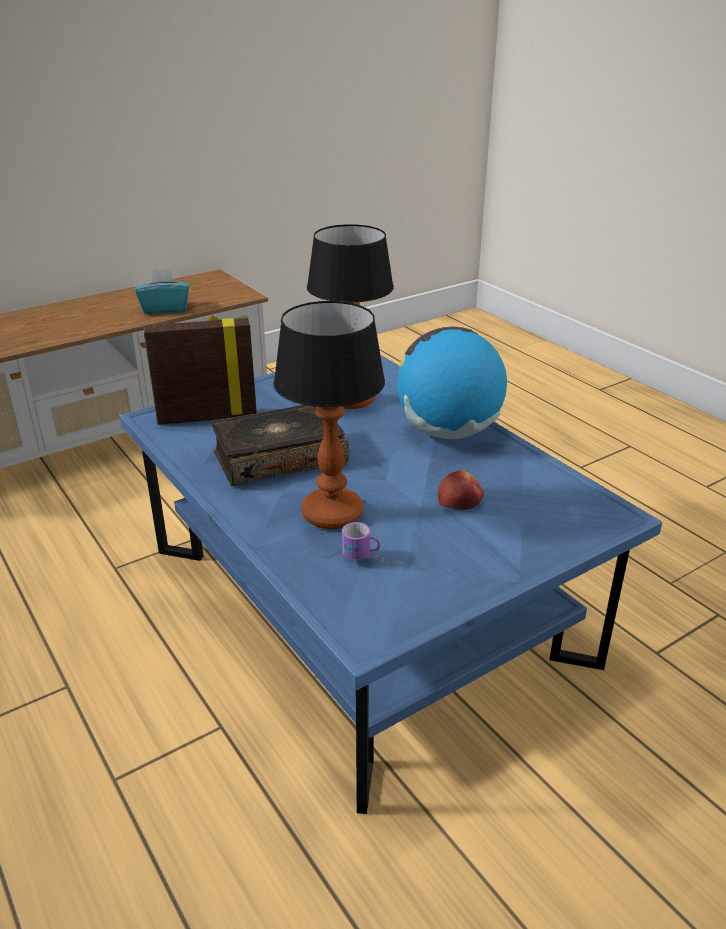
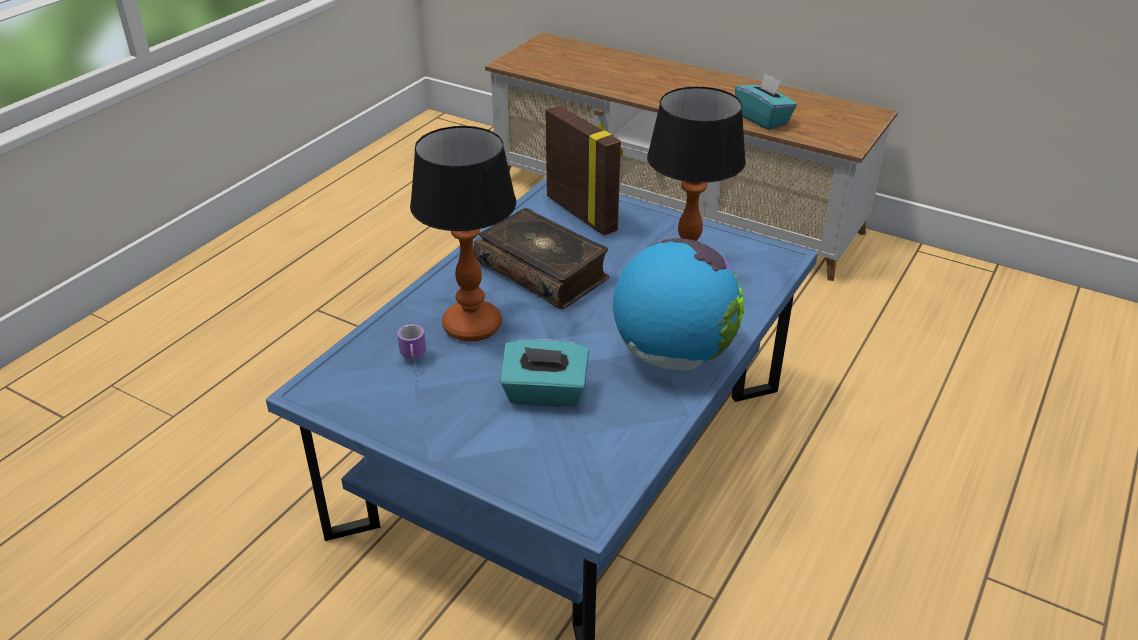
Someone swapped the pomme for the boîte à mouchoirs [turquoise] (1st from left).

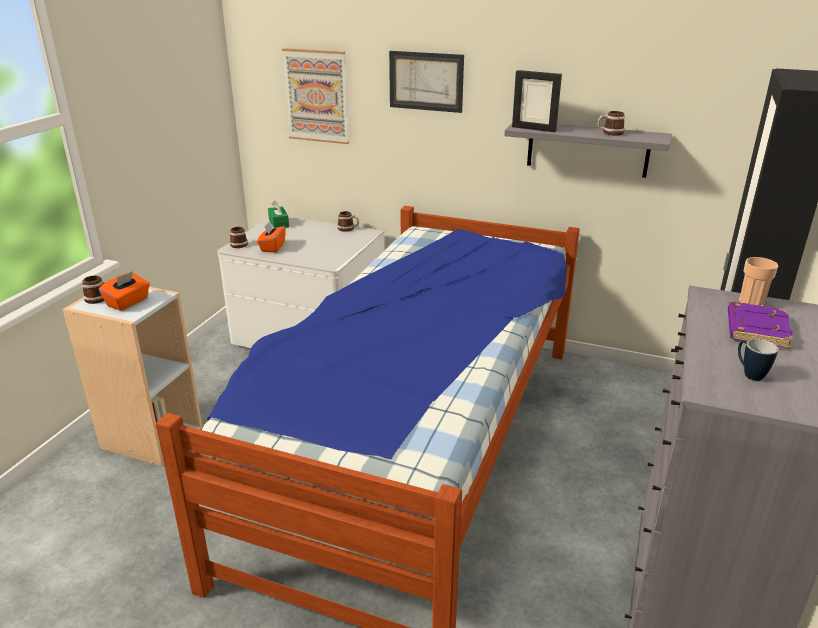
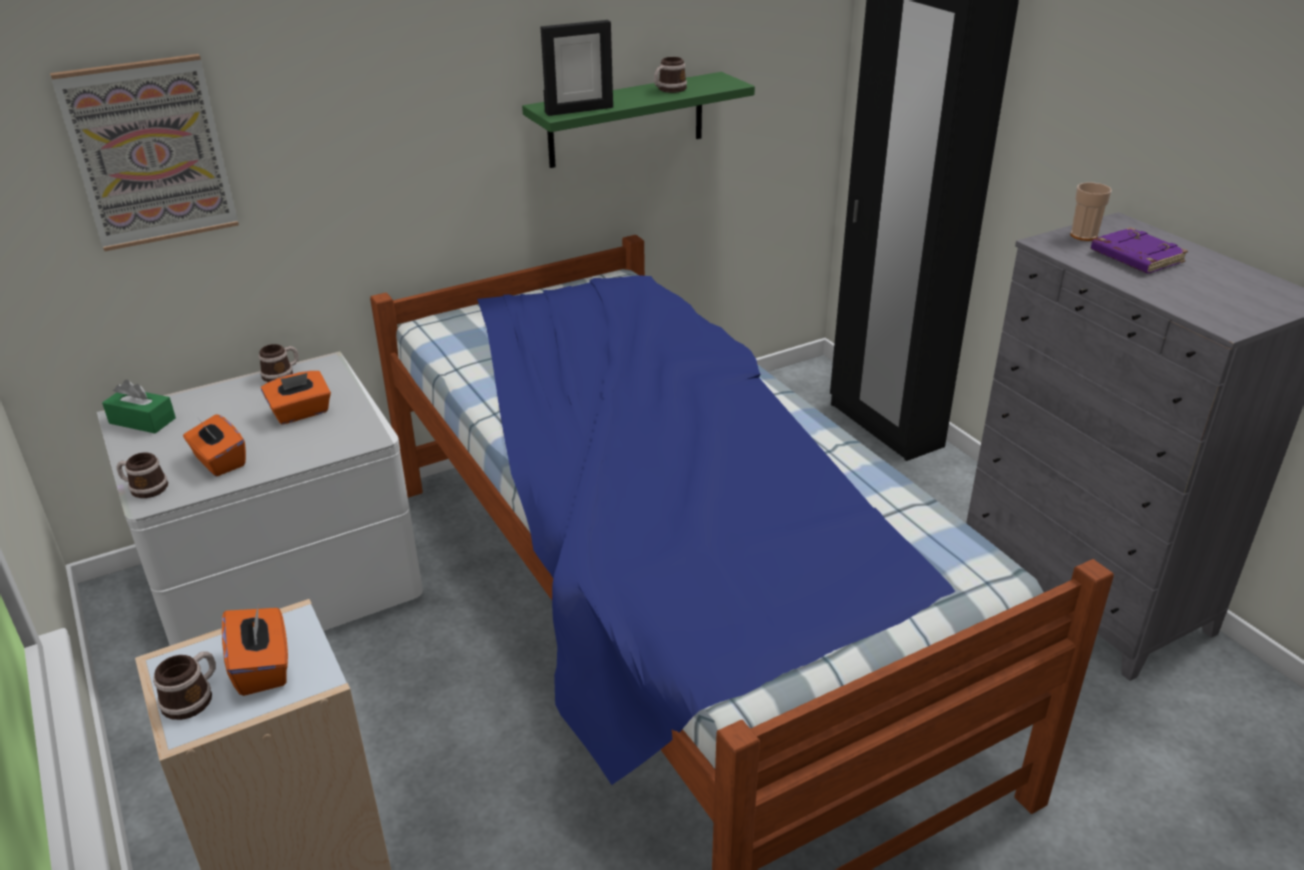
Someone took away the tableau (2nd from left).
Someone took away the mug (5th from left).
Someone put down the boîte à mouchoirs [orange] (3rd from left).
Someone repainted the étagère [gris], which became the étagère [vert].

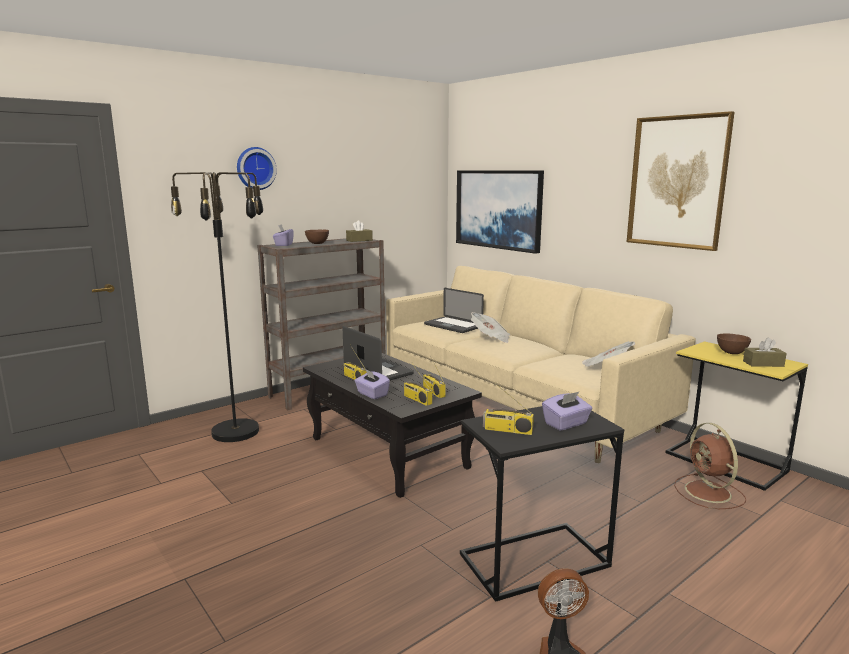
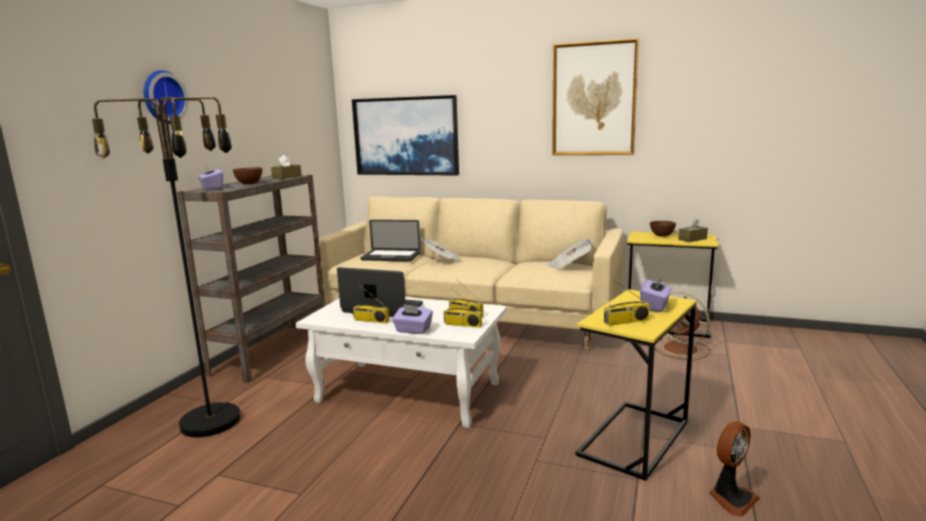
Someone repainted the table basse [noir], which became the table basse [blanc].
Someone repainted the table d'appoint [noir], which became the table d'appoint [jaune] (1st from left).

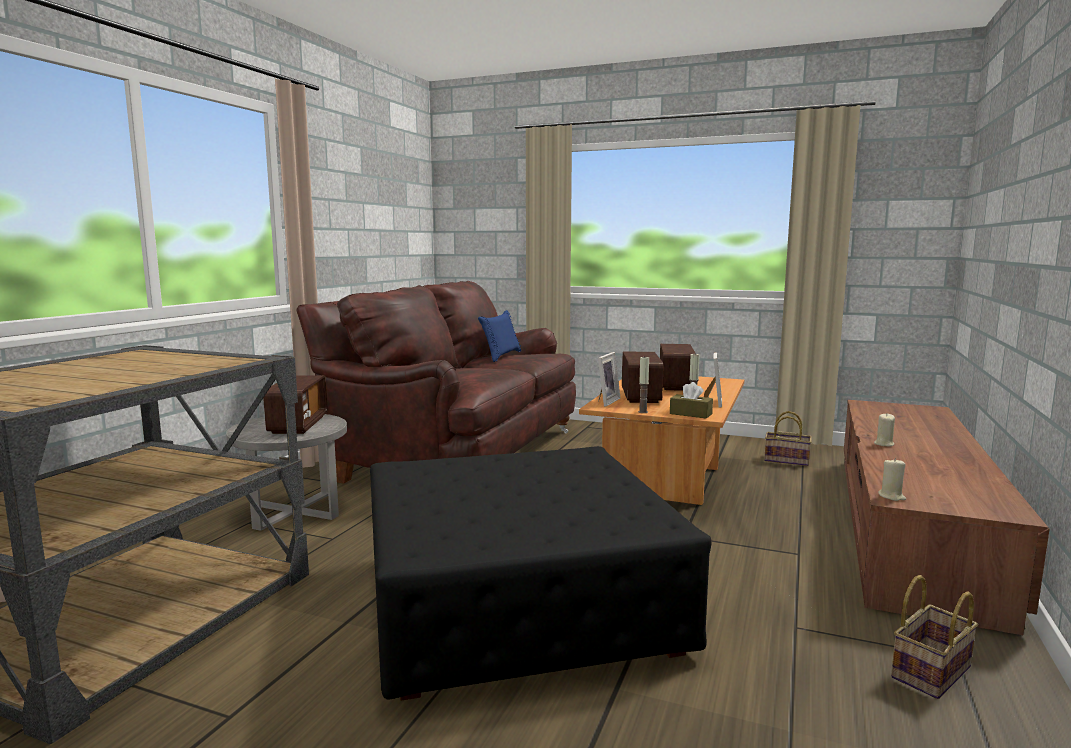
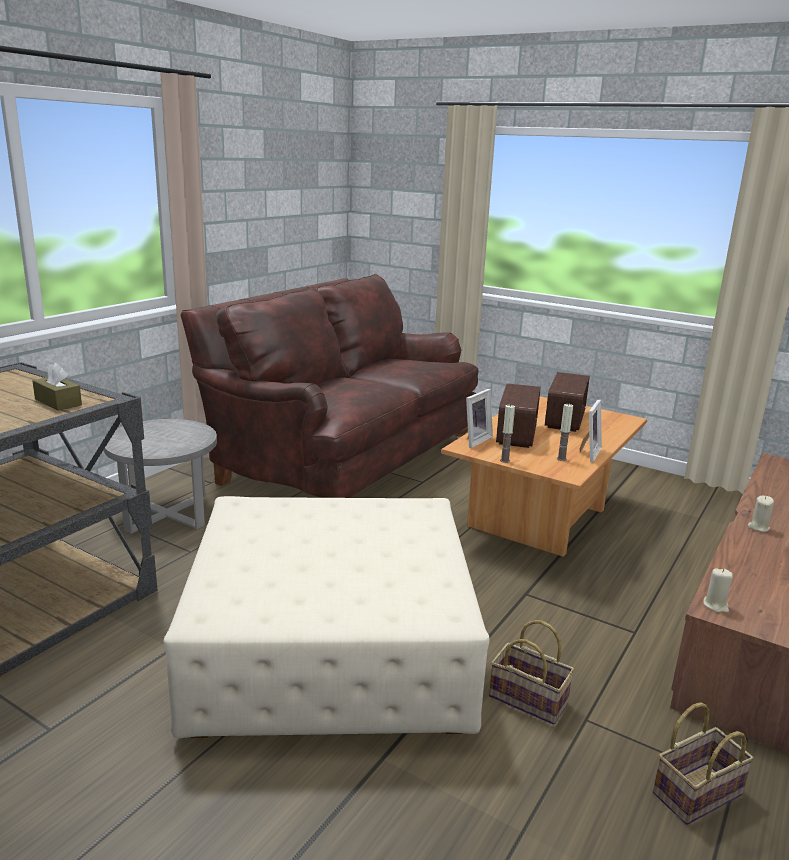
Someone took away the radio (1st from left).
Someone took away the coussin [bleu].
Someone carried the boîte à mouchoirs [marron].
Someone carried the panier (1st from left).
Someone repainted the pouf [noir], which became the pouf [beige].

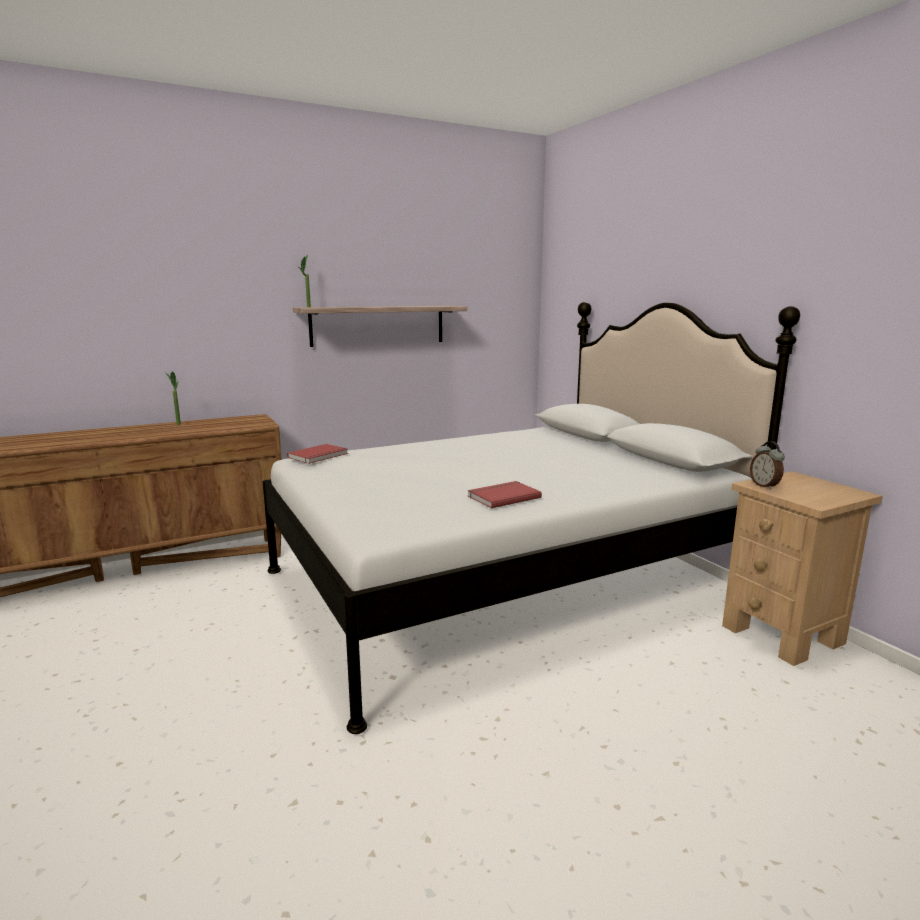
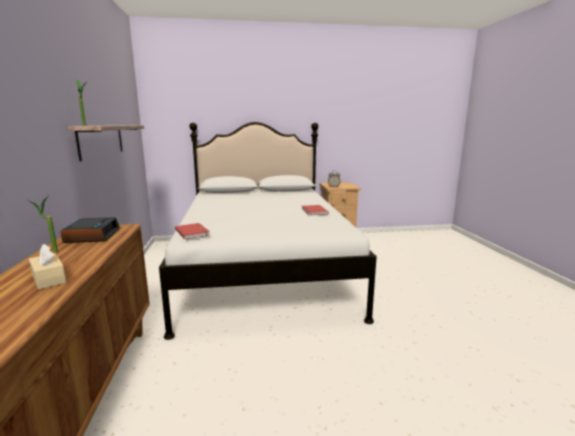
Someone put down the boîte à mouchoirs [beige].
Someone put down the réveil (1st from left).

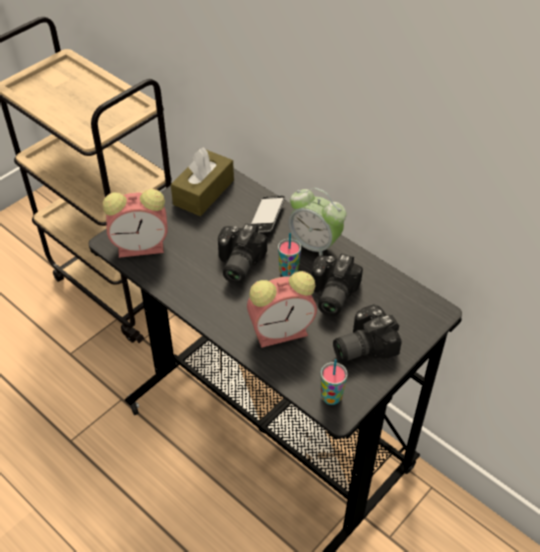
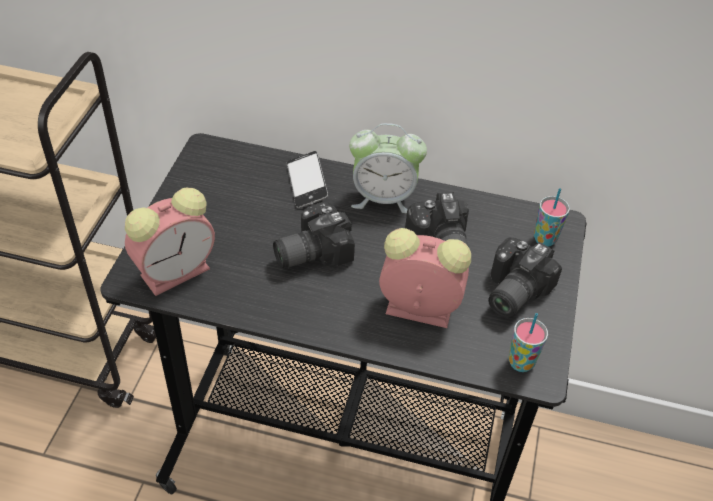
Someone took away the boîte à mouchoirs [marron].
Someone carried the tasse (1st from left in the first image).
Someone rotated the appareil photo (1st from left) by 75 degrees clockwise.
Someone rotated the réveil (2nd from left in the first image) by 120 degrees counterclockwise.

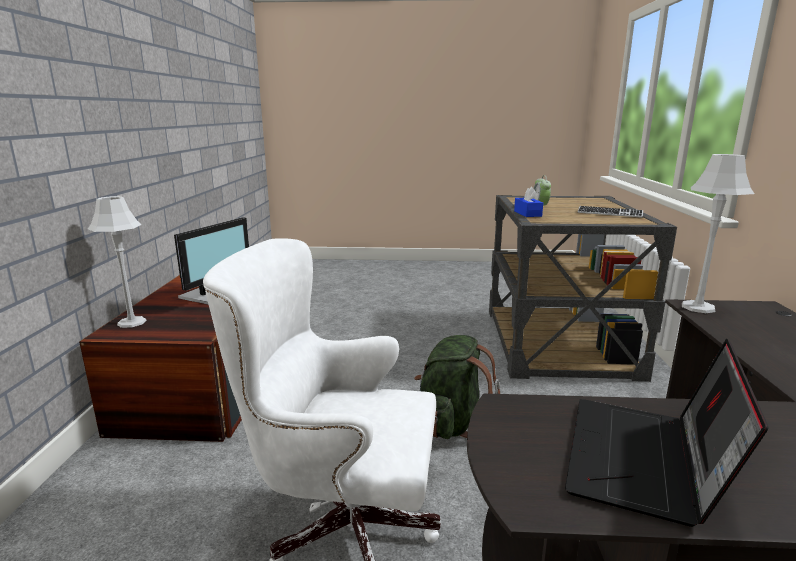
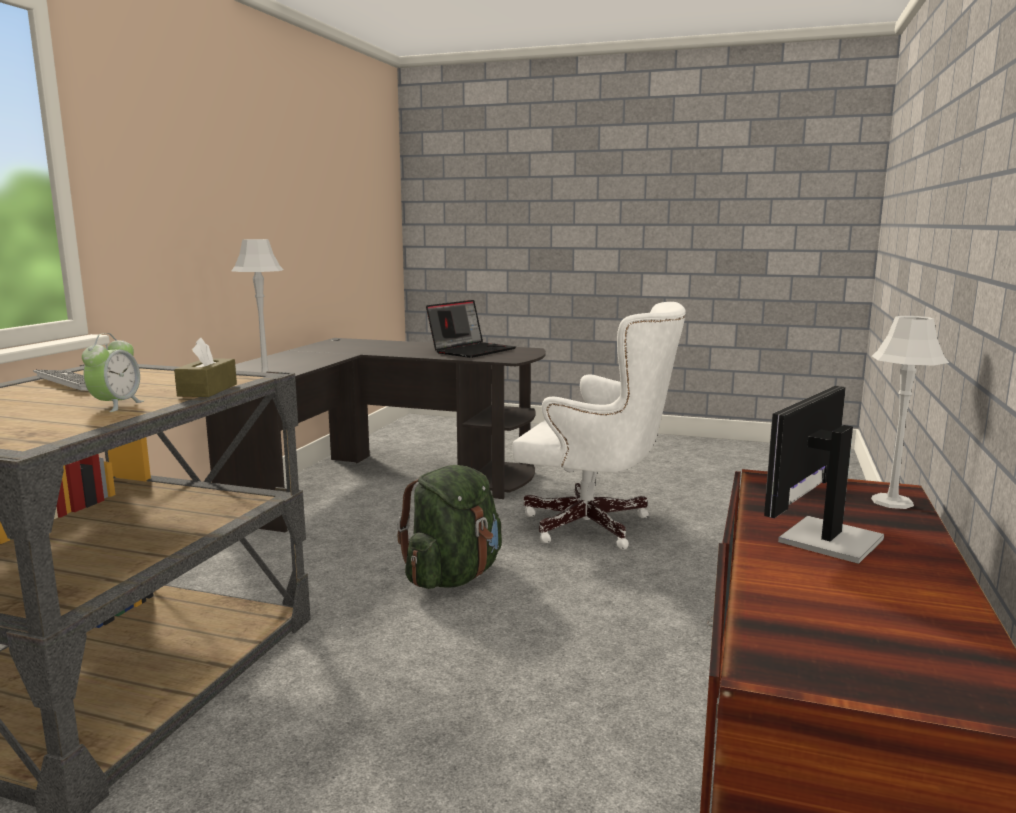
Someone repainted the boîte à mouchoirs [bleu], which became the boîte à mouchoirs [marron].

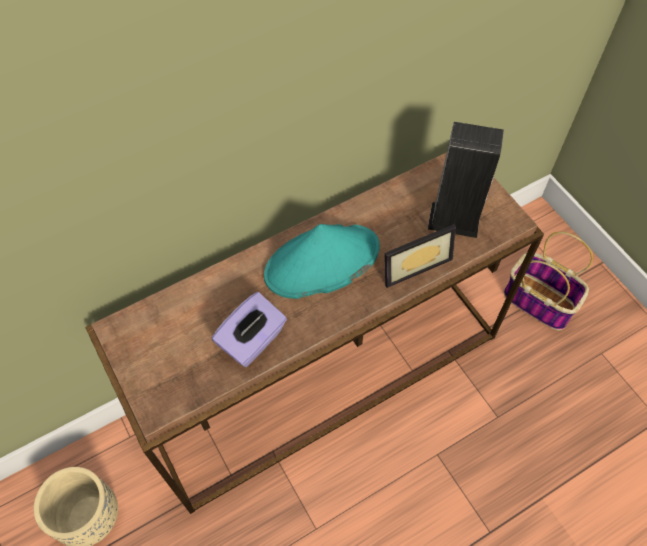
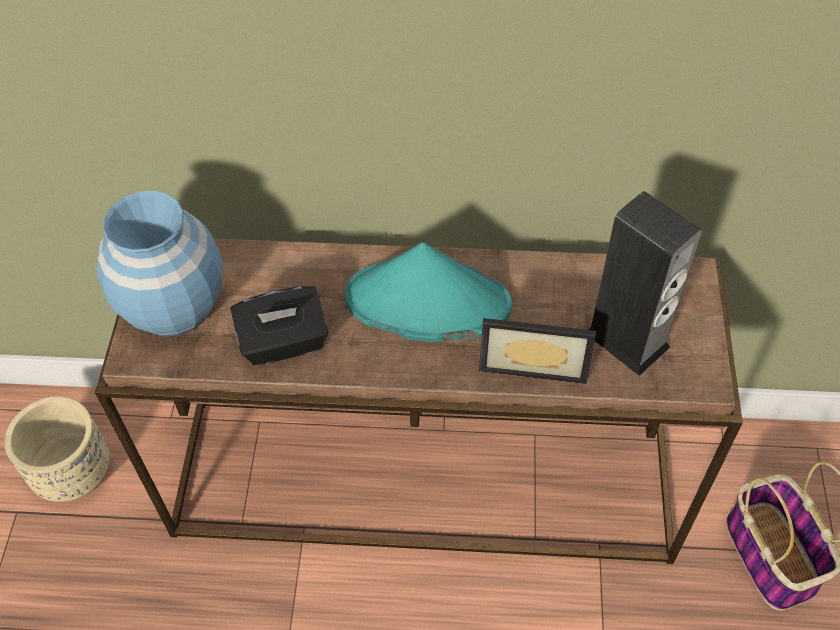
Someone put down the vase [bleu].
Someone repainted the boîte à mouchoirs [violet], which became the boîte à mouchoirs [noir].

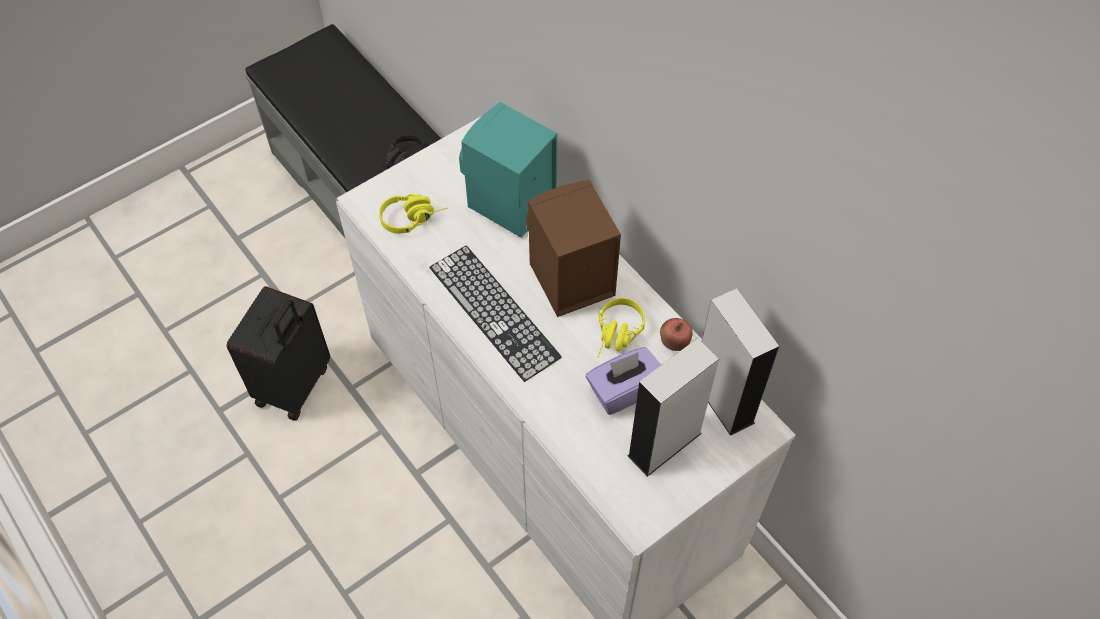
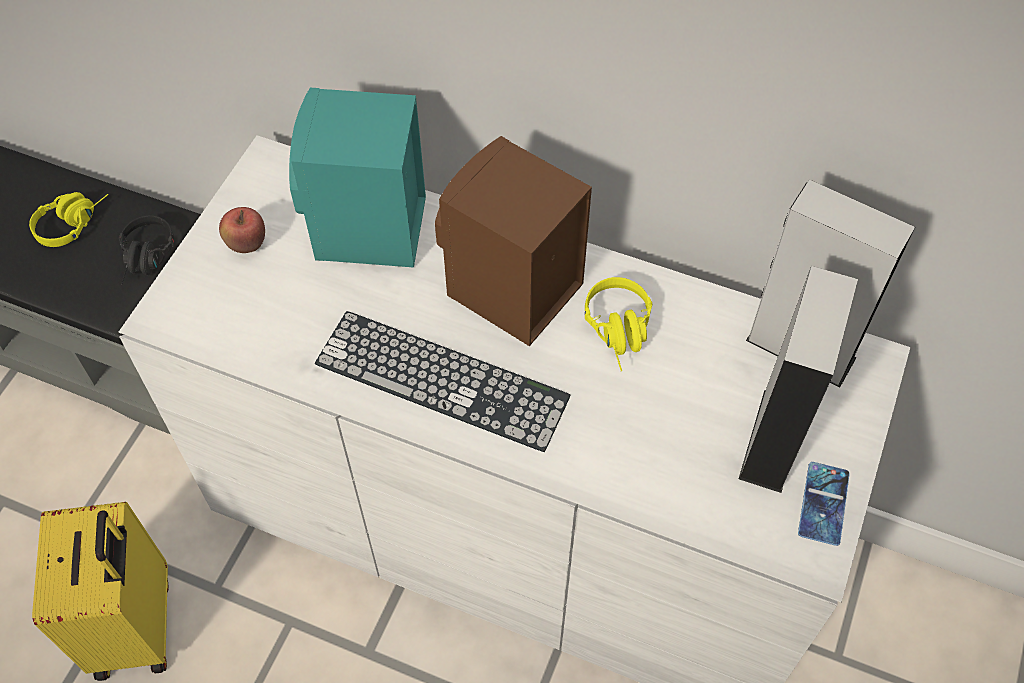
Someone took away the boîte à mouchoirs [violet].
Someone put down the téléphone.
Someone carried the casque audio [jaune] (1st from left).
Someone carried the pomme.
Someone repainted the valise [noir], which became the valise [jaune].

